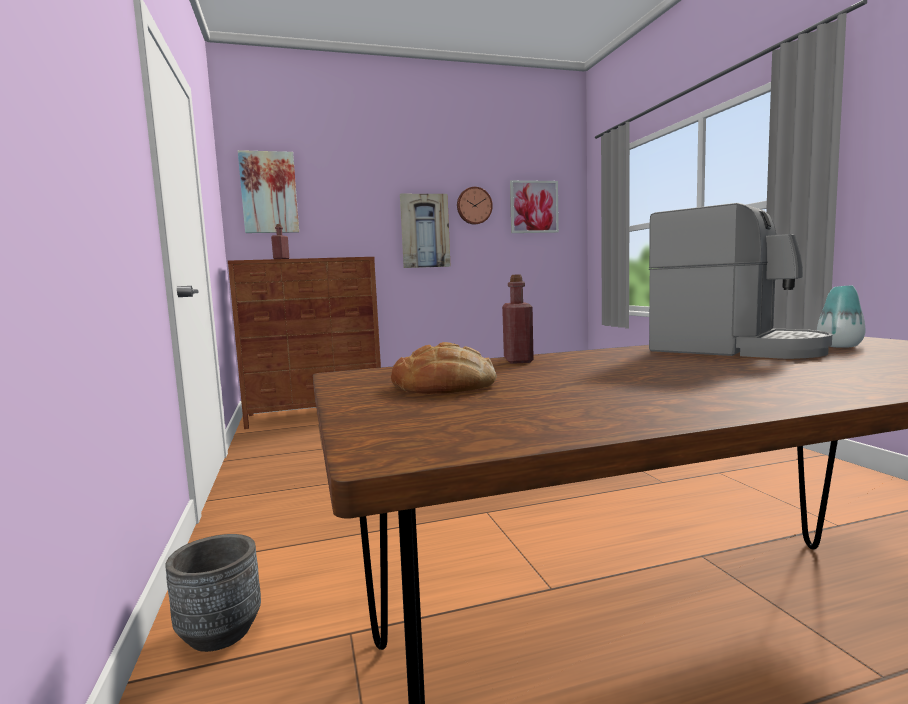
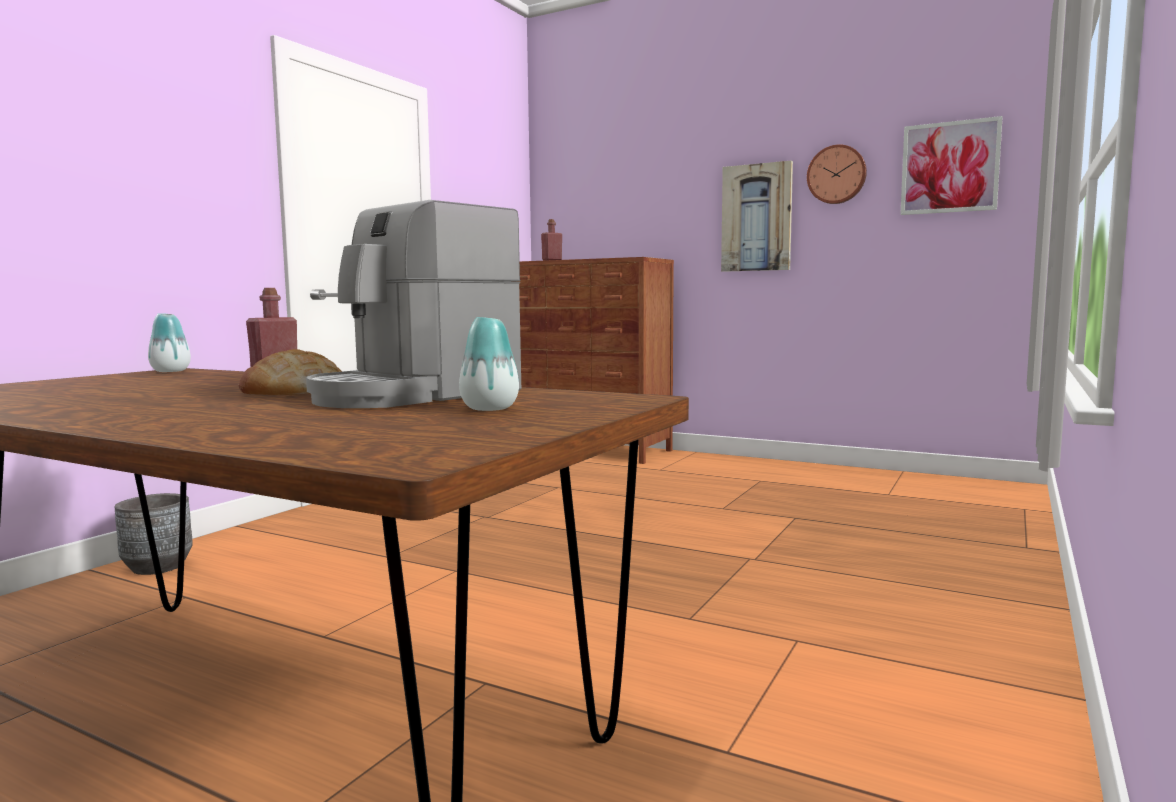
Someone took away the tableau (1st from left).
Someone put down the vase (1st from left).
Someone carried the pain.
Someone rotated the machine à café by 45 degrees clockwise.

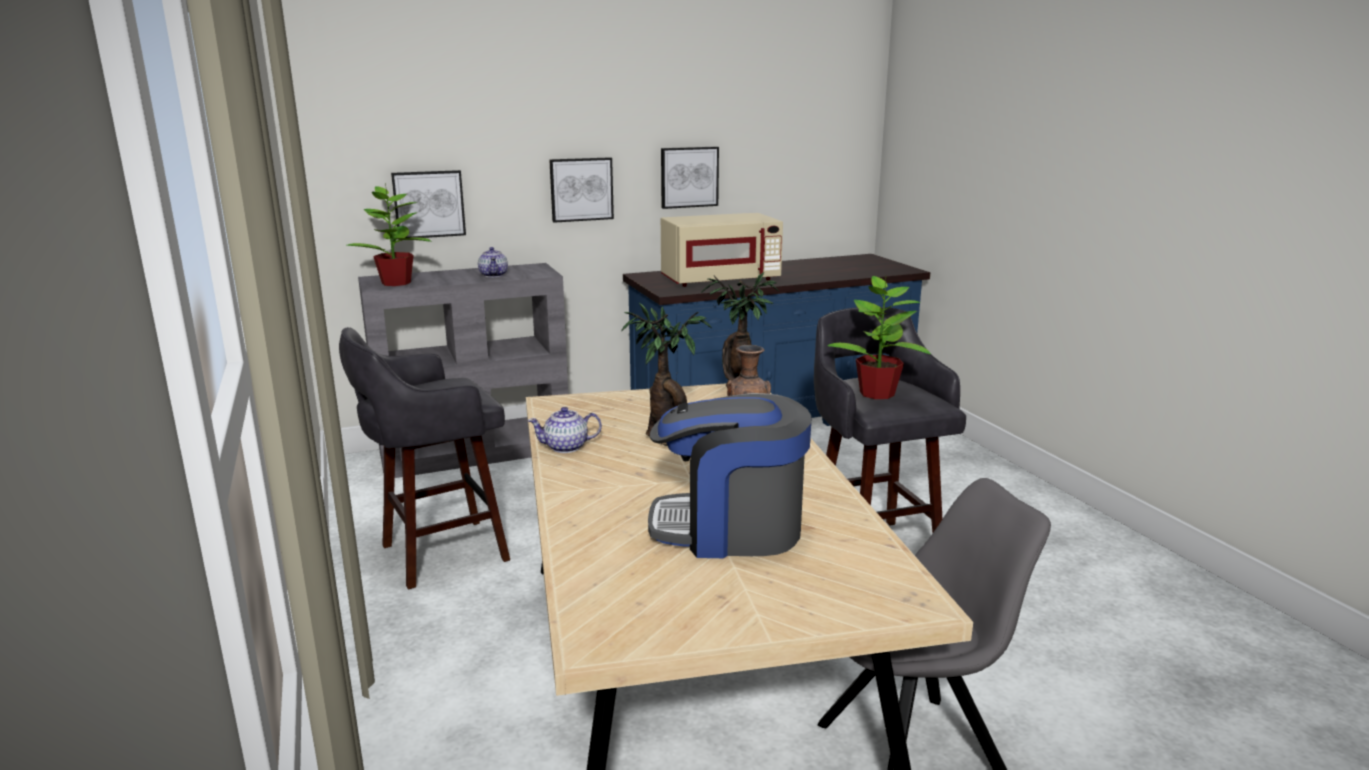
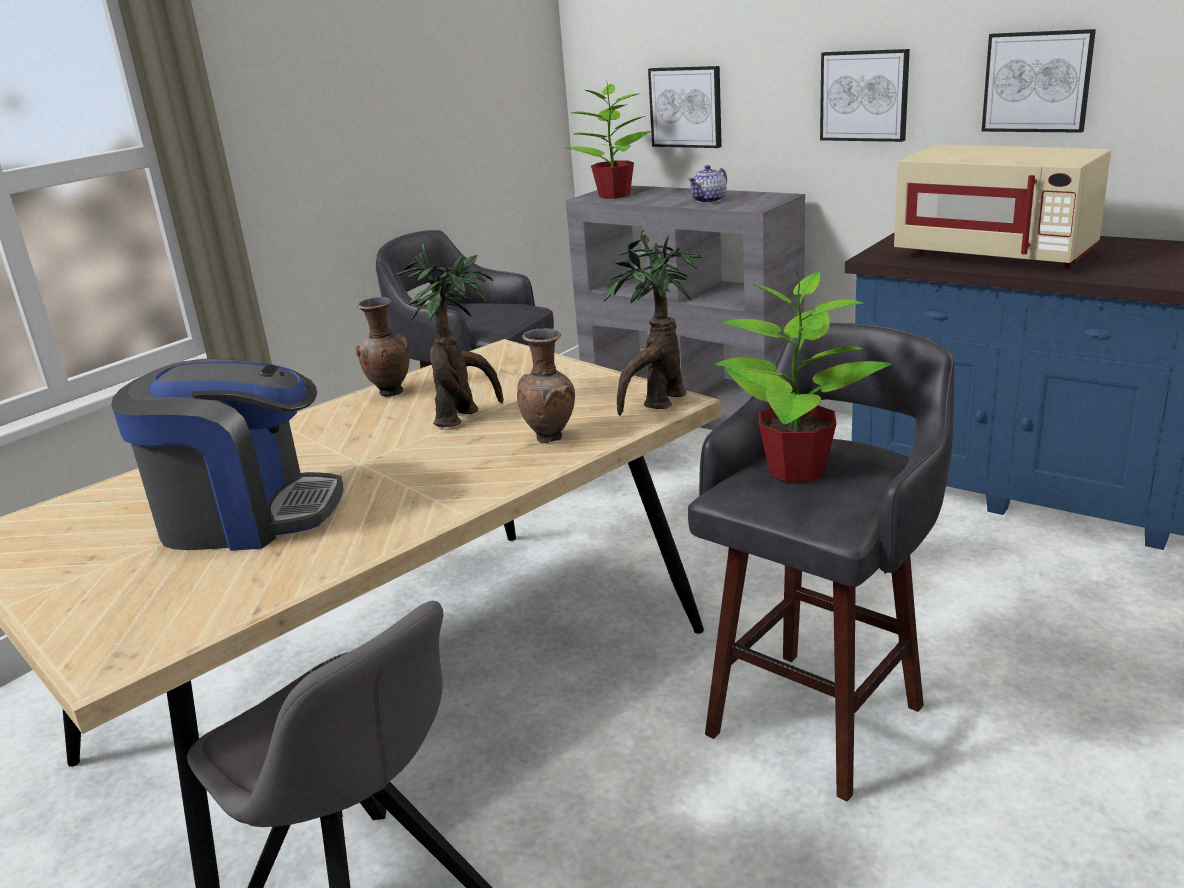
Someone swapped the théière (2nd from left) for the vase [marron] (1st from left).
Someone rotated the machine à café by 120 degrees clockwise.

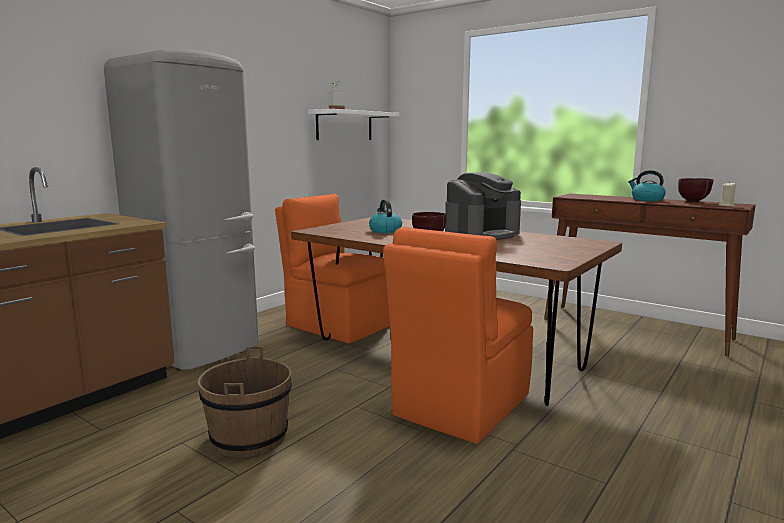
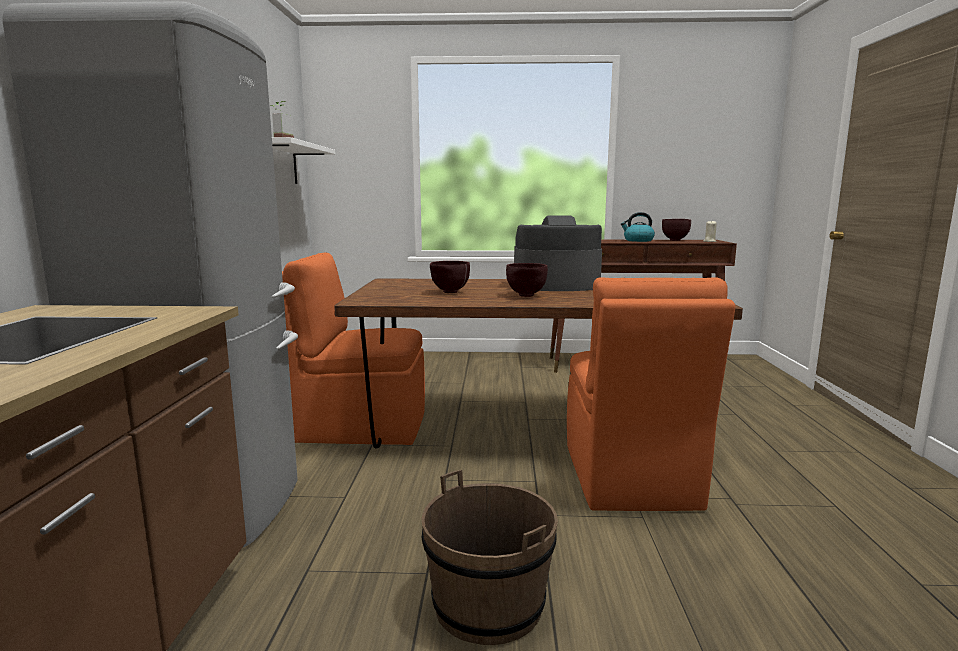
Someone swapped the bouilloire (1st from left) for the bol [marron] (1st from left).
Someone rotated the machine à café by 105 degrees counterclockwise.

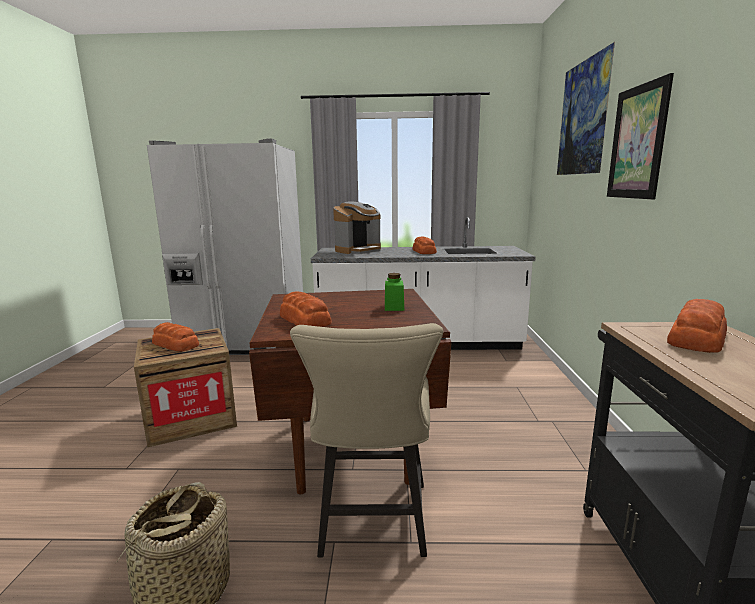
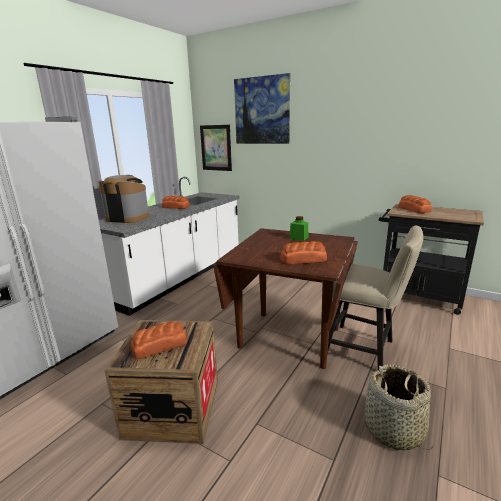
Someone carried the tableau (2nd from left in the first image).
Someone rotated the machine à café by 60 degrees counterclockwise.

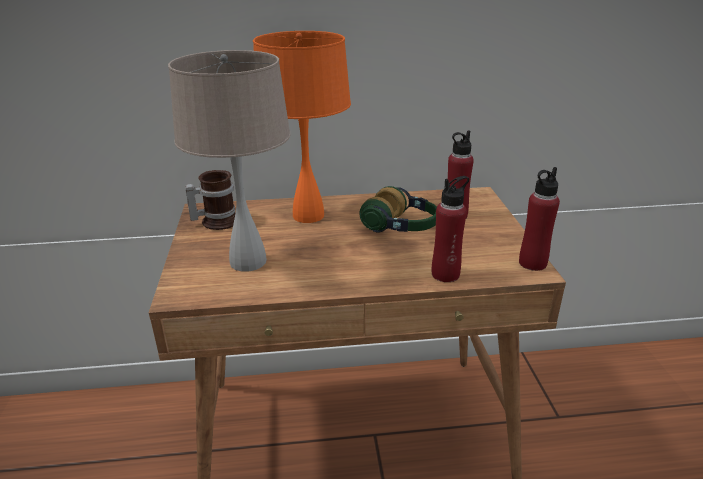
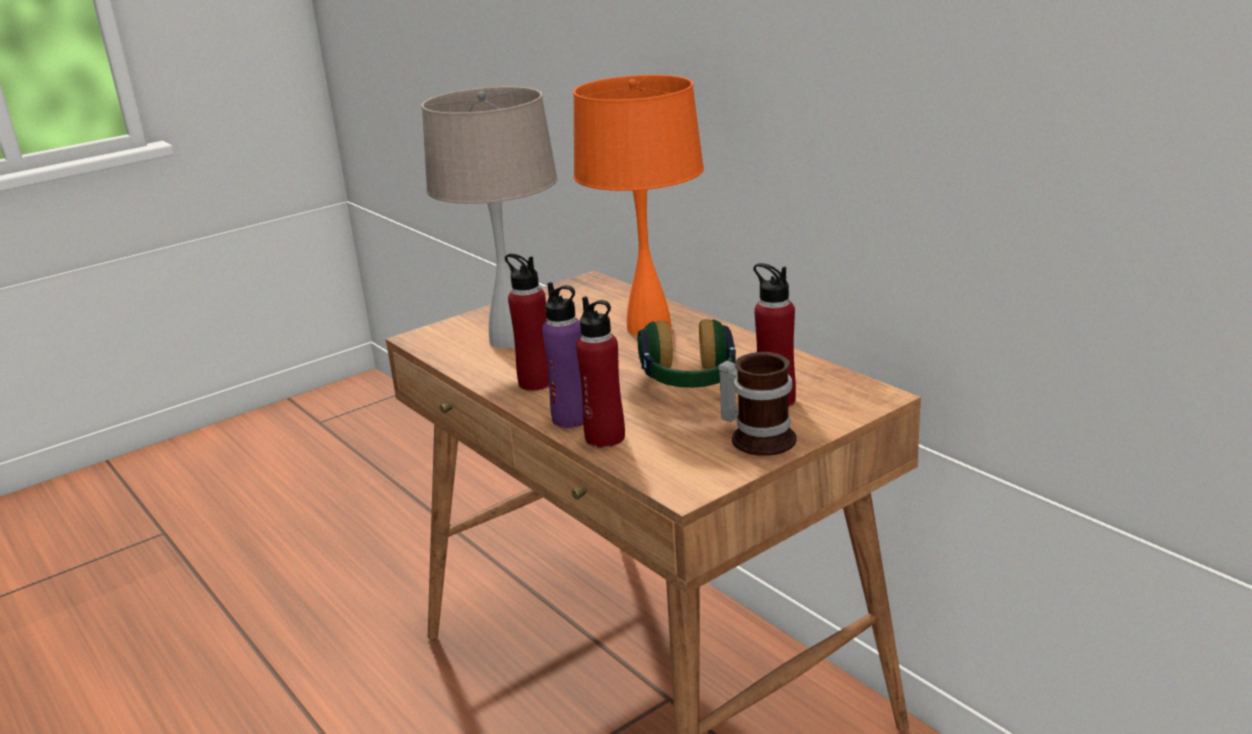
Someone put down the bouteille [violet].
Someone carried the mug.
Someone carried the bouteille [rouge] (3rd from left in the first image).

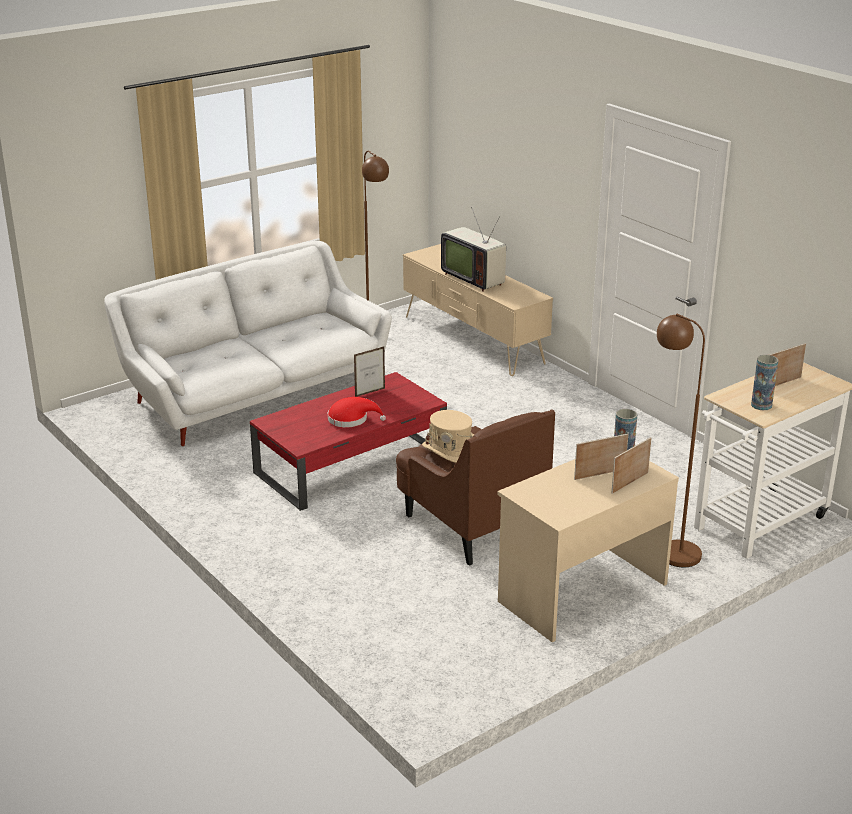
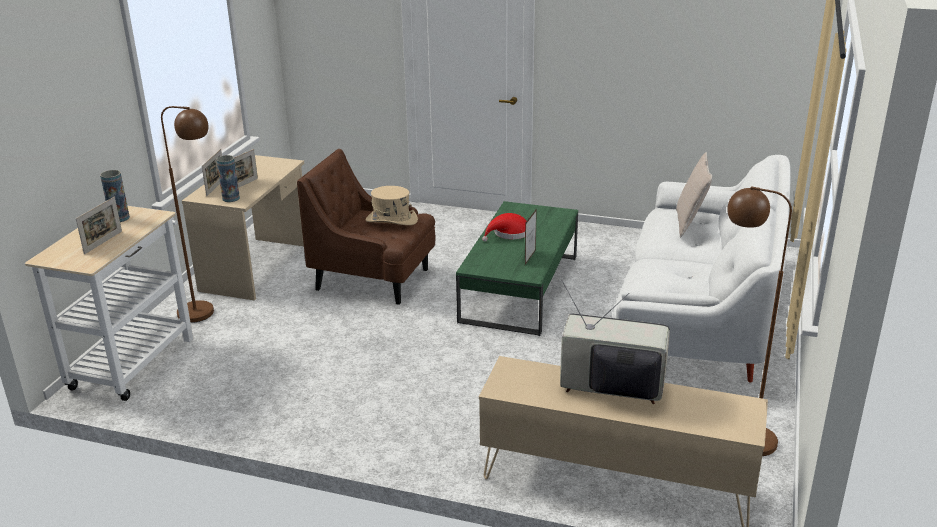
Someone put down the coussin [beige].
Someone repainted the table basse [rouge], which became the table basse [vert].

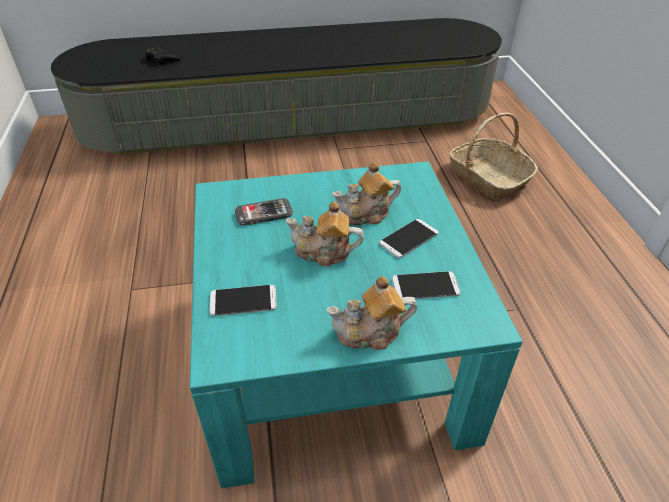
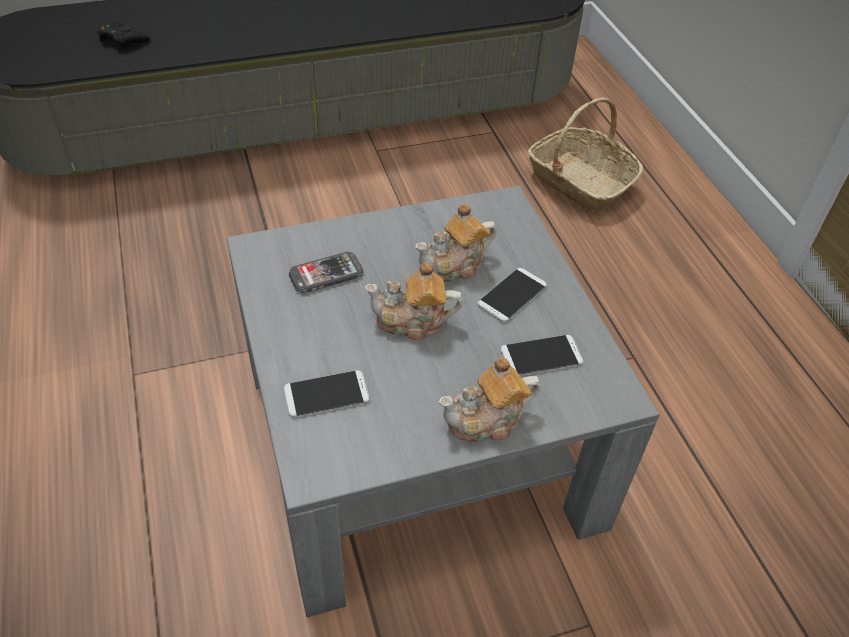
Someone repainted the table basse [turquoise], which became the table basse [gris].

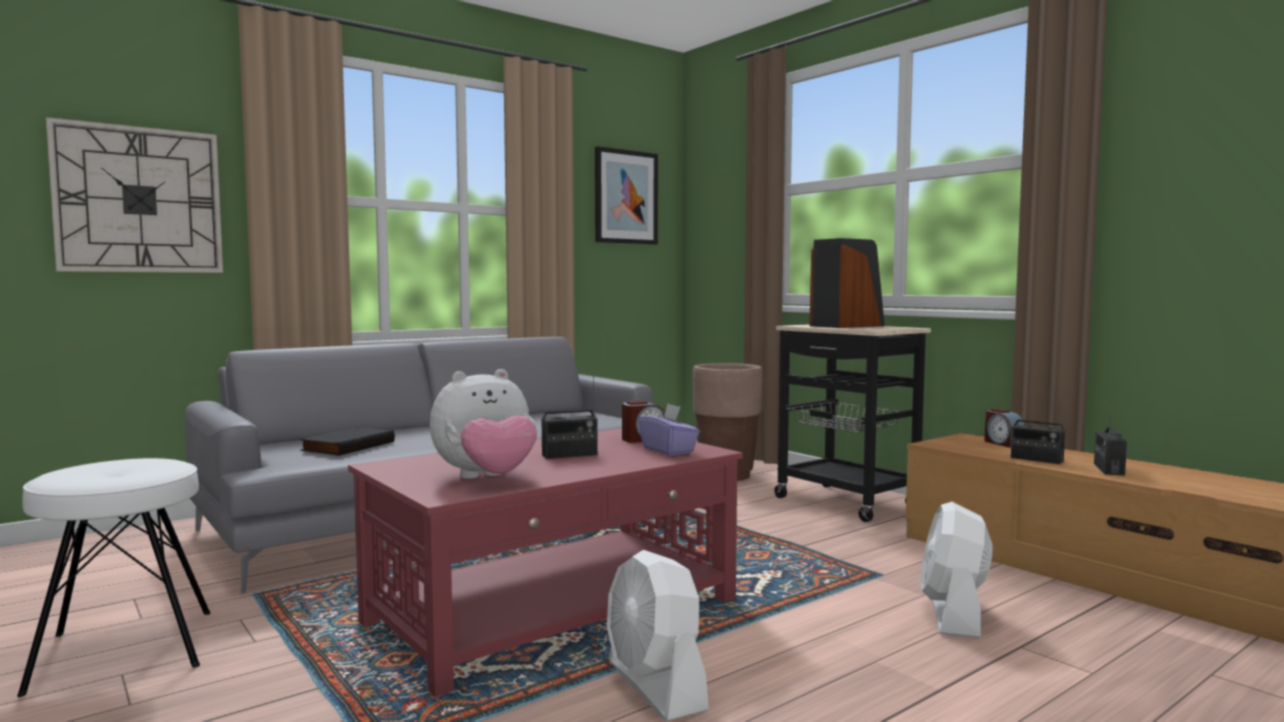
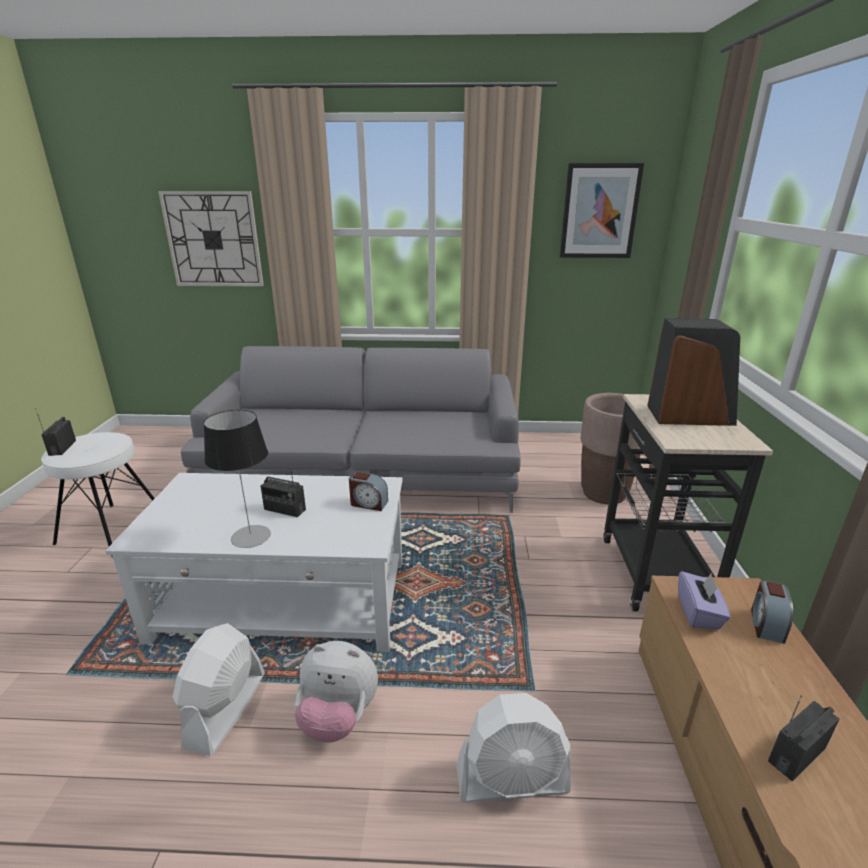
Someone took away the livre [noir].
Someone put down the lampe de table.
Someone carried the peluche.
Someone carried the boîte à mouchoirs [violet].
Someone carried the radio (2nd from left in the first image).
Someone repainted the table basse [rouge], which became the table basse [blanc].
Someone rotated the ventilateur [blanc] (2nd from left) by 150 degrees counterclockwise.

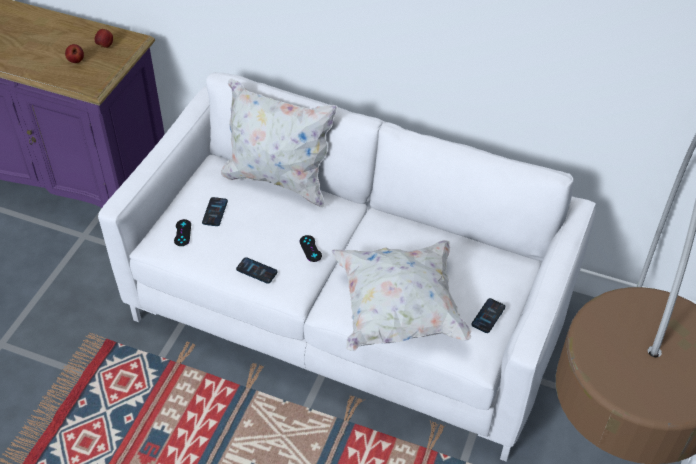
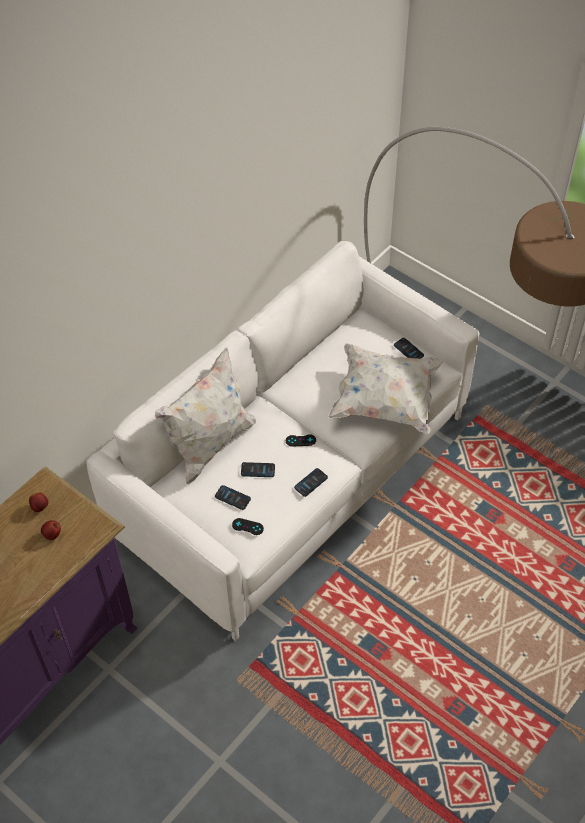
Someone put down the téléphone (2nd from left).

